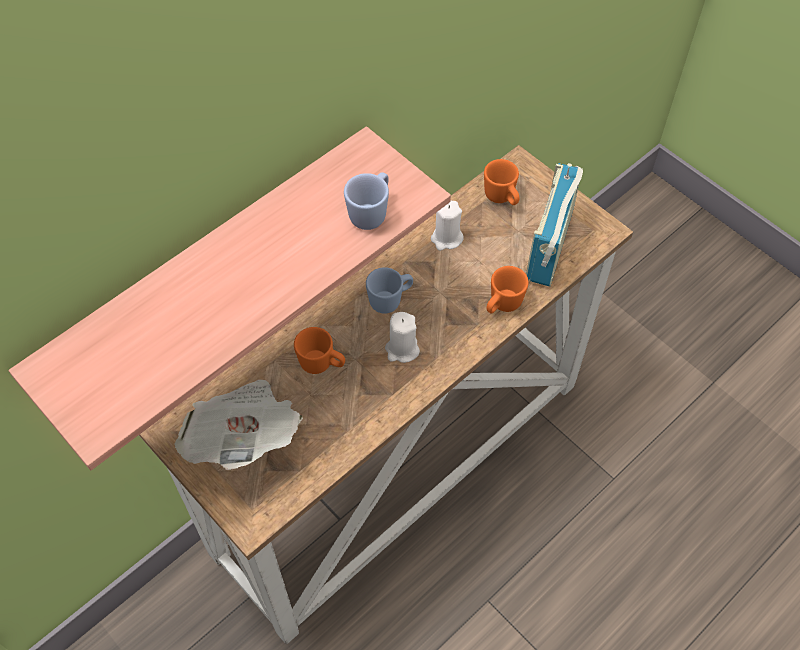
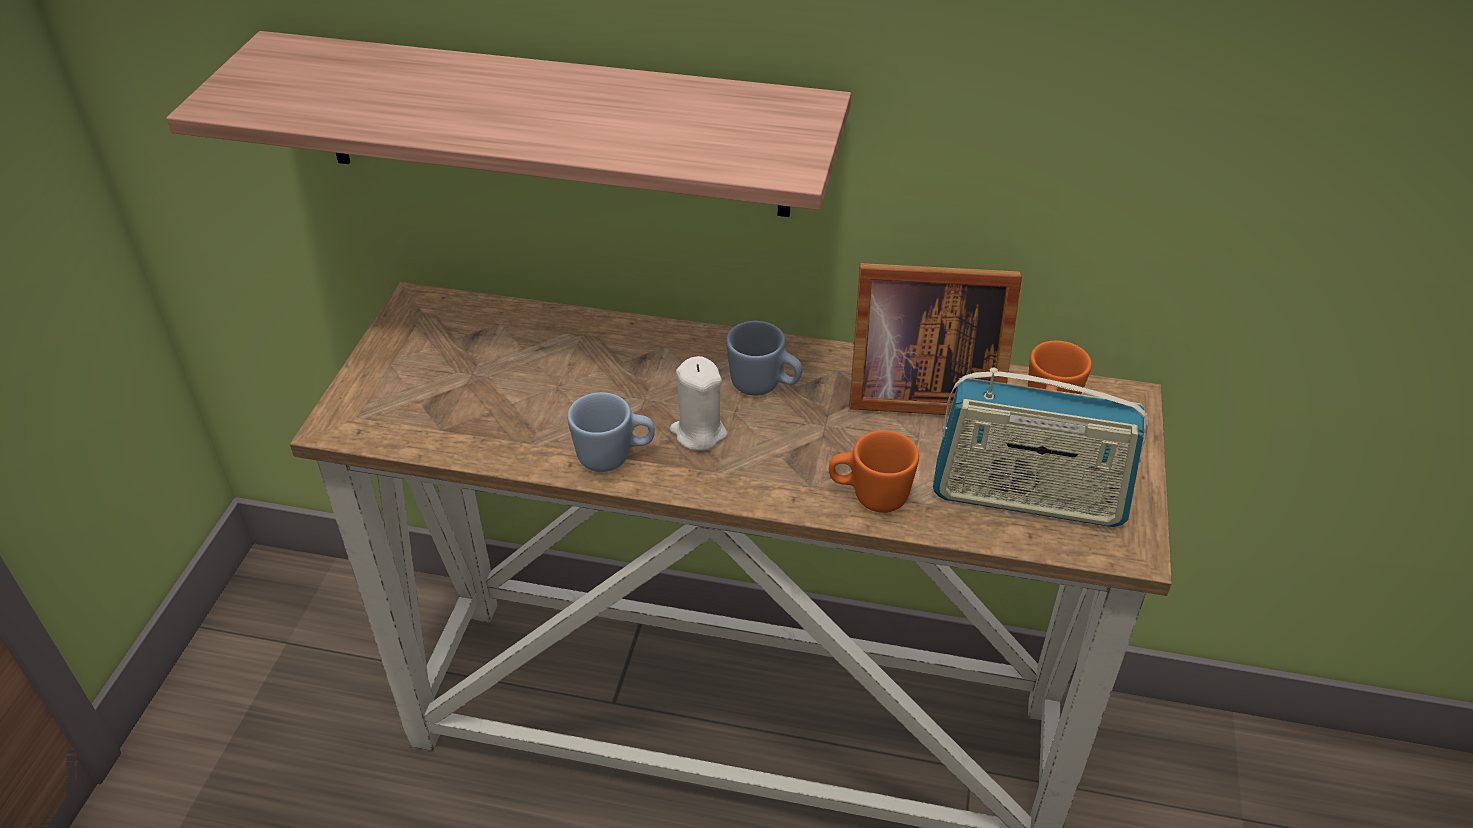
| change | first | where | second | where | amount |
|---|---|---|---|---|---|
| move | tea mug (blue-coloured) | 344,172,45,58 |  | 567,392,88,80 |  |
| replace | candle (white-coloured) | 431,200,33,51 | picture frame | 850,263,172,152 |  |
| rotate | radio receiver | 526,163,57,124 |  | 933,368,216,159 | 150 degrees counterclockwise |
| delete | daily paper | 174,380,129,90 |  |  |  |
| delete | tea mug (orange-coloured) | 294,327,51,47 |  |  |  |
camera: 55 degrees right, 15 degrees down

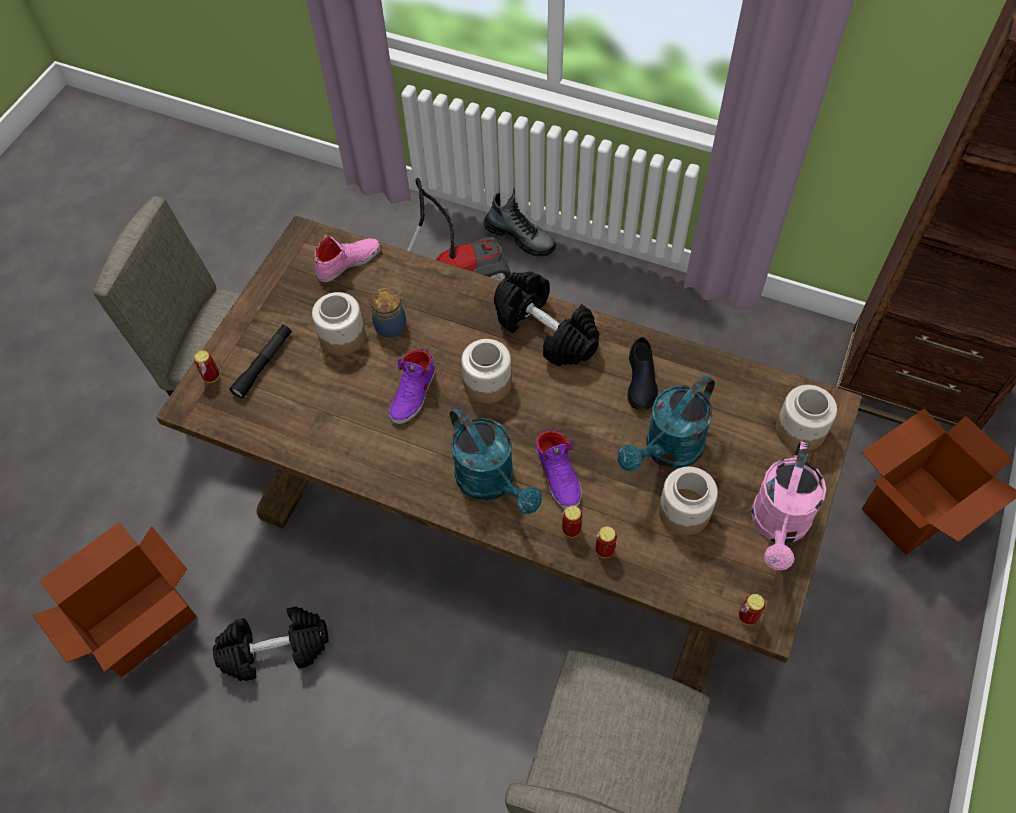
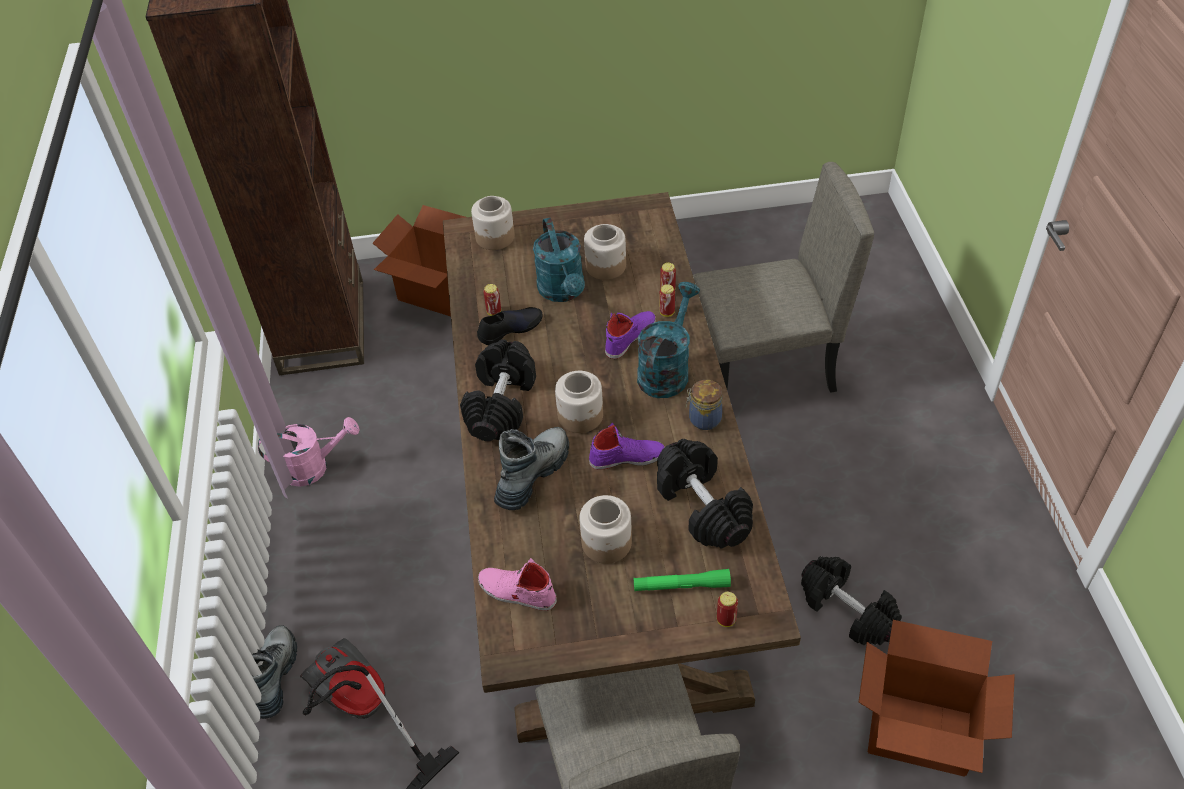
| change | first | where | second | where | amount |
|---|---|---|---|---|---|
| move | watering pot (pinkish) | 751,441,75,129 |  | 258,417,102,70 |  |
| move | metal can | 738,594,27,31 |  | 483,284,18,32 |  |
| insert |  |  | high-top boot | 494,427,75,83 |  |
| rotate | watering pot (blue-green) | 617,375,98,97 |  | 533,218,52,84 | 60 degrees clockwise |
| recolor | hand torch (black-coloured) | 230,325,62,74 | hand torch (green) | 634,569,97,22 |  |
| insert |  |  | hand weight (black-coloured) | 657,439,96,110 |  |
| move | preserve jar | 370,288,36,50 |  | 685,380,37,50 |  |
camera: 120 degrees left, 10 degrees down

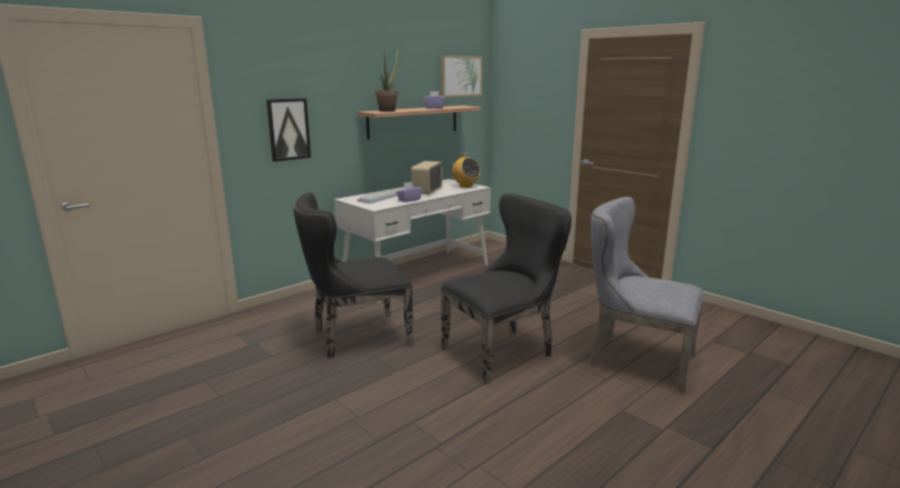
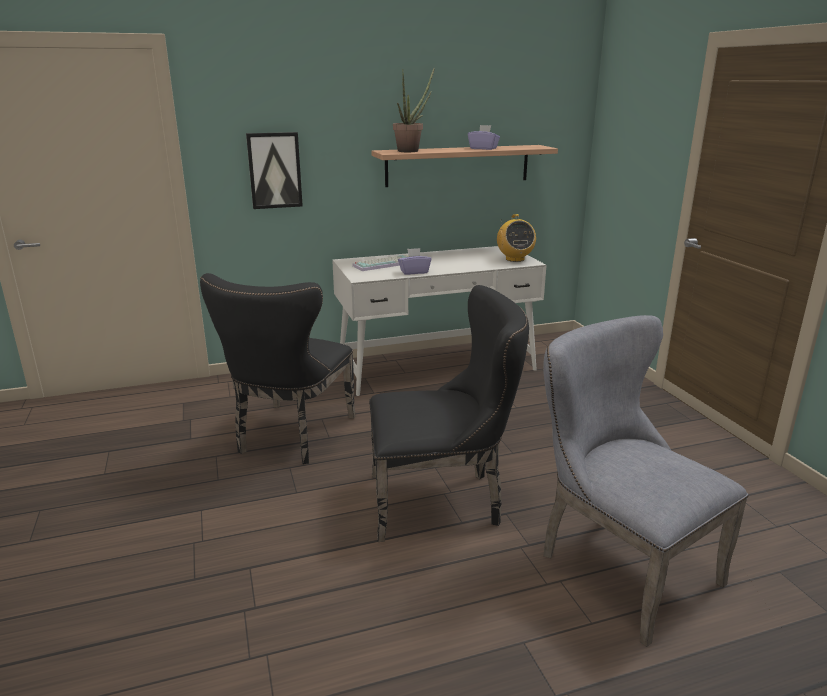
| change | first | where | second | where | amount |
|---|---|---|---|---|---|
| rotate | plain chair (black-coloured) | 293,192,121,166 |  | 200,273,155,191 | 75 degrees counterclockwise |
| delete | radio receiver | 411,161,31,35 |  |  |  |
| delete | wall picture | 441,55,42,43 |  |  |  |
camera: 25 degrees right, 5 degrees up

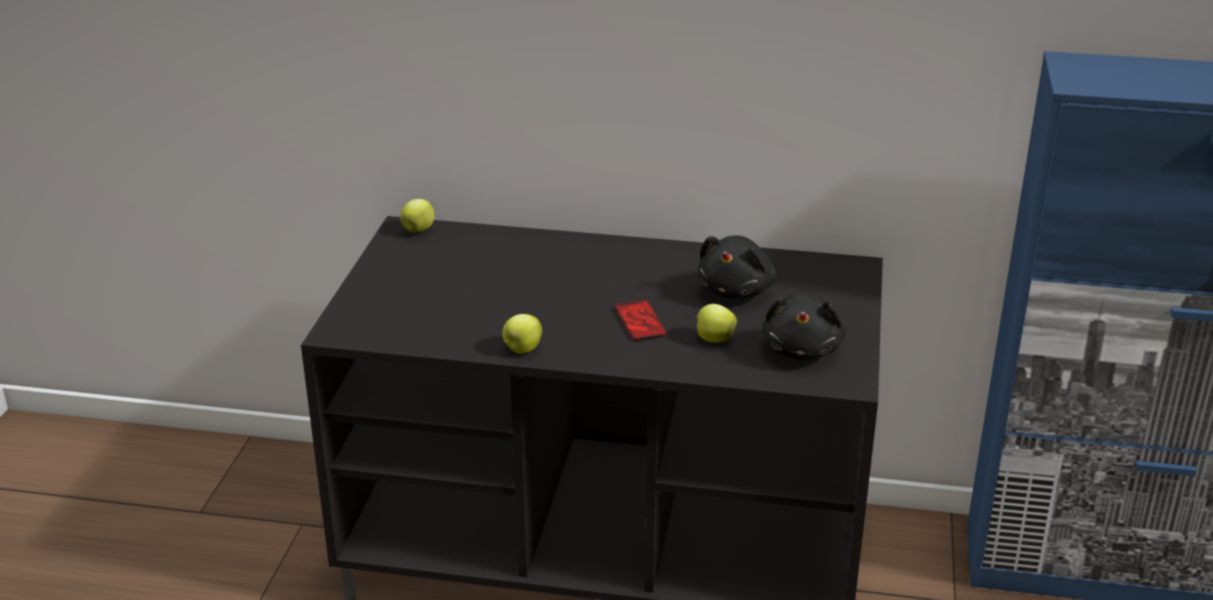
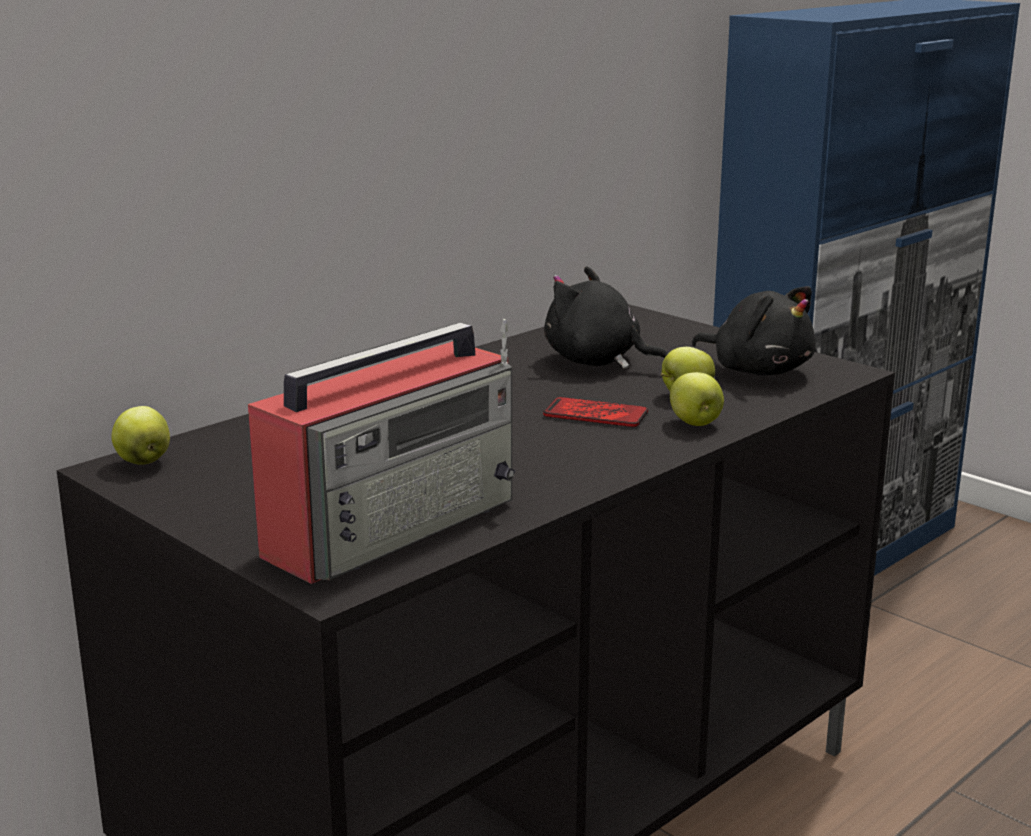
| change | first | where | second | where | amount |
|---|---|---|---|---|---|
| insert |  |  | radio receiver | 248,319,268,265 |  |
| rotate | plush toy (black-coloured) | 698,235,78,64 |  | 544,266,125,103 | 150 degrees clockwise |
| move | apple | 503,314,39,39 |  | 670,372,54,54 |  |
camera: 55 degrees left, 10 degrees down

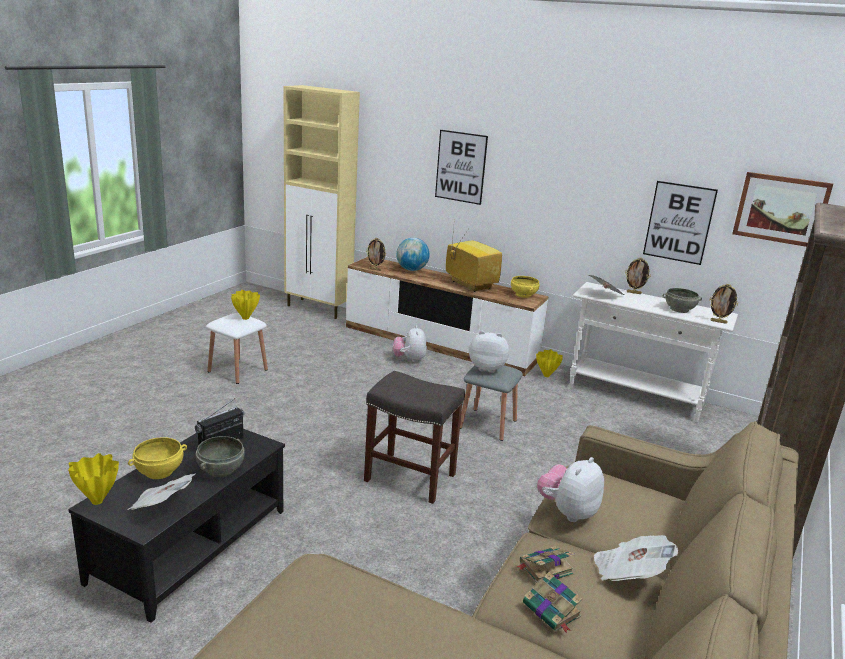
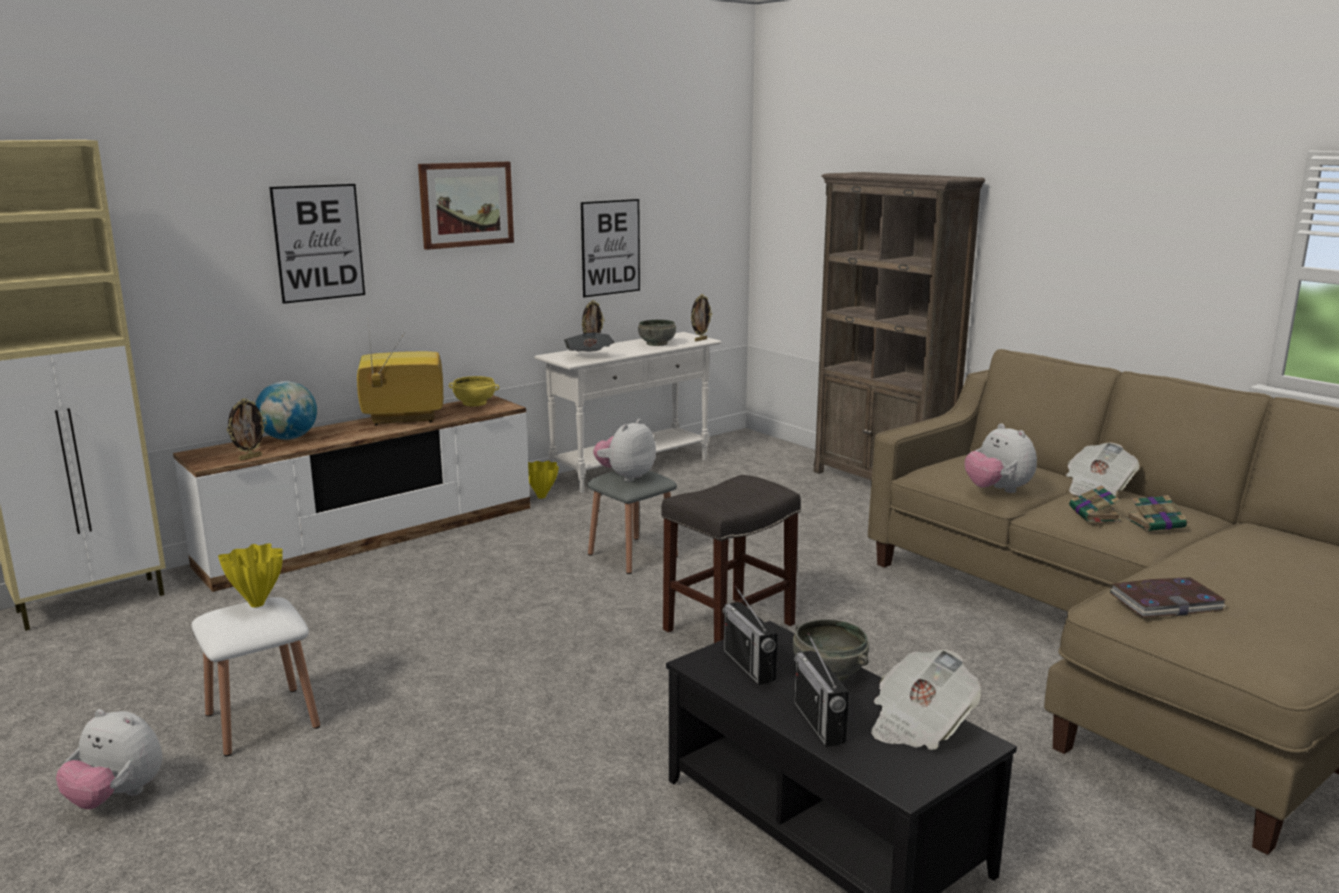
| change | first | where | second | where | amount |
|---|---|---|---|---|---|
| move | plush toy | 393,325,34,38 |  | 56,709,106,100 |  |
| move | wall picture | 732,172,101,75 |  | 418,162,96,88 |  |
| replace | deep dish (yellowish) | 128,437,59,42 | radio receiver | 794,633,55,114 |  |
| insert |  |  | volume | 1110,577,116,40 |  |
| delete | decorative vase (yellowish) | 68,453,51,52 |  |  |  |
camera: 65 degrees left, 5 degrees down

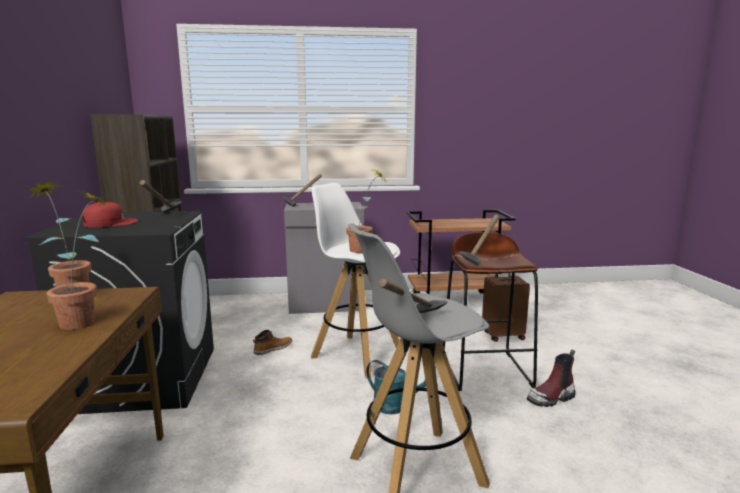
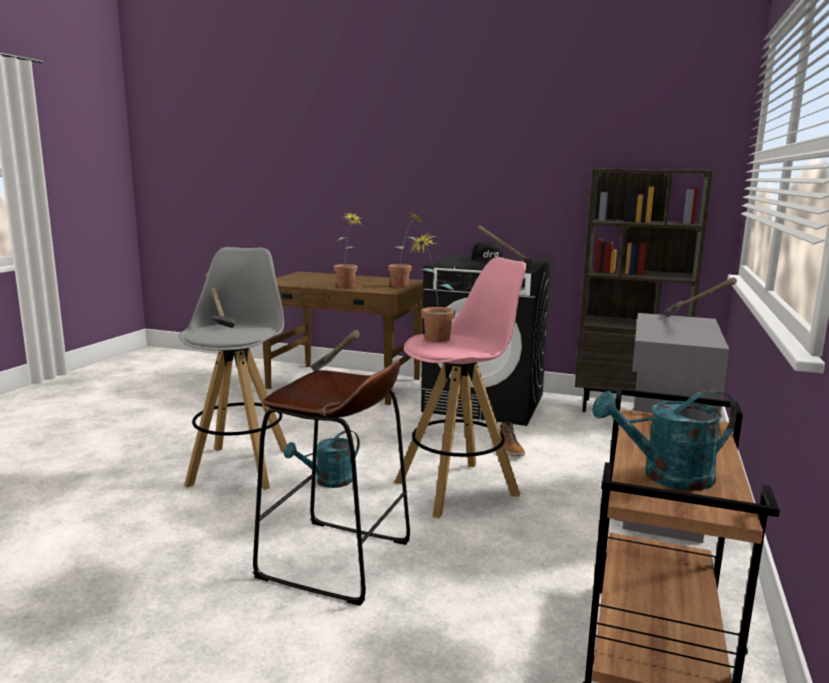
| change | first | where | second | where | amount |
|---|---|---|---|---|---|
| recolor | stool (white-coloured) | 311,183,89,196 | stool (pinkish) | 394,257,132,261 |  |
| recolor | cap (red) | 82,202,56,26 | cap (black-coloured) | 472,241,30,21 |  |
| insert |  |  | watering pot (blue-green) | 592,390,145,101 |  |
| delete | suitcase (brownish) | 482,273,48,69 |  |  |  |
| delete | high-top boot | 527,349,48,58 |  |  |  |
camera: 115 degrees right, 0 degrees up

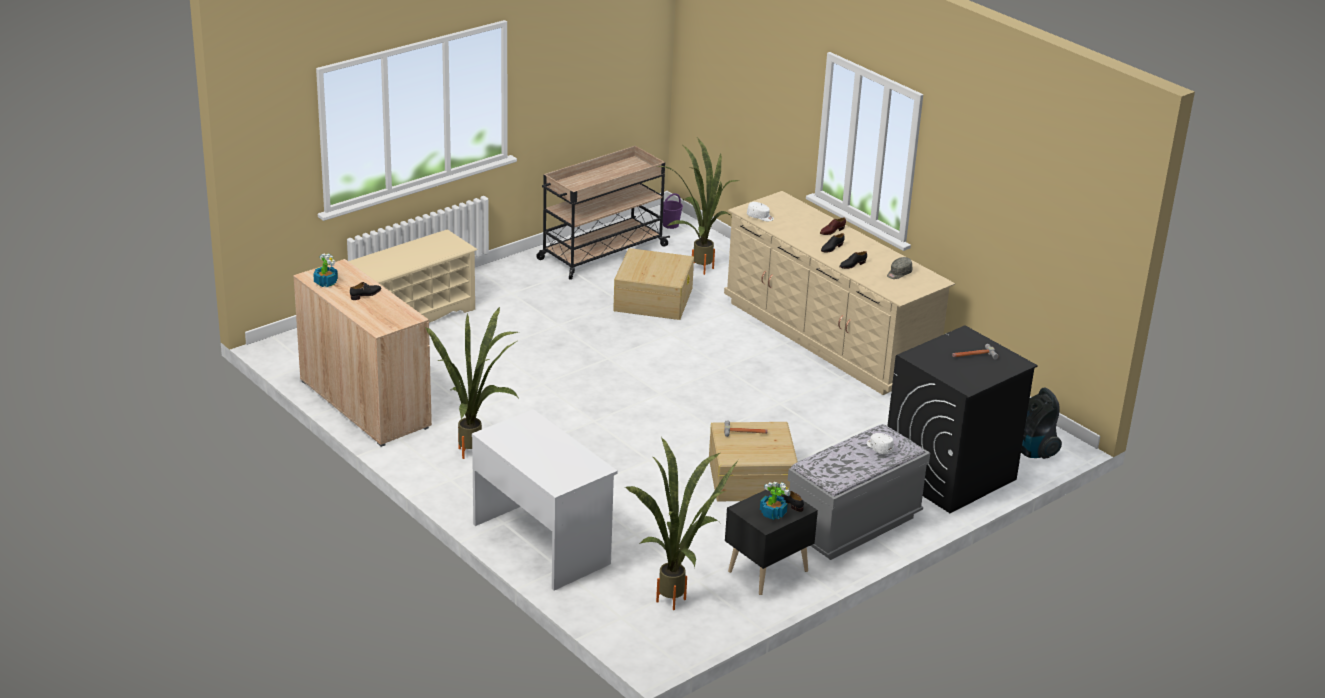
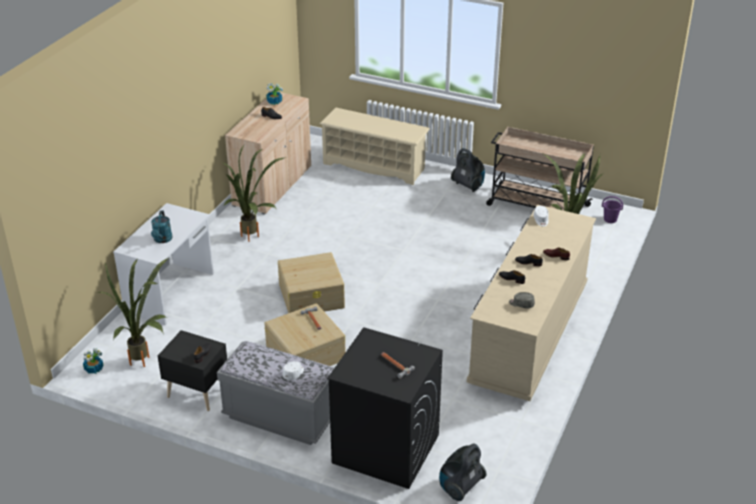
| change | first | where | second | where | amount |
|---|---|---|---|---|---|
| move | plant in a pot | 760,482,30,38 |  | 83,348,20,26 |  |
| insert |  |  | watering pot (blue-green) | 151,211,22,32 |  |
| move | storage box (beige-coloured) | 613,248,81,72 |  | 278,252,67,61 |  |
| insert |  |  | hoover | 451,148,34,44 |  |
camera: 65 degrees right, 5 degrees up

